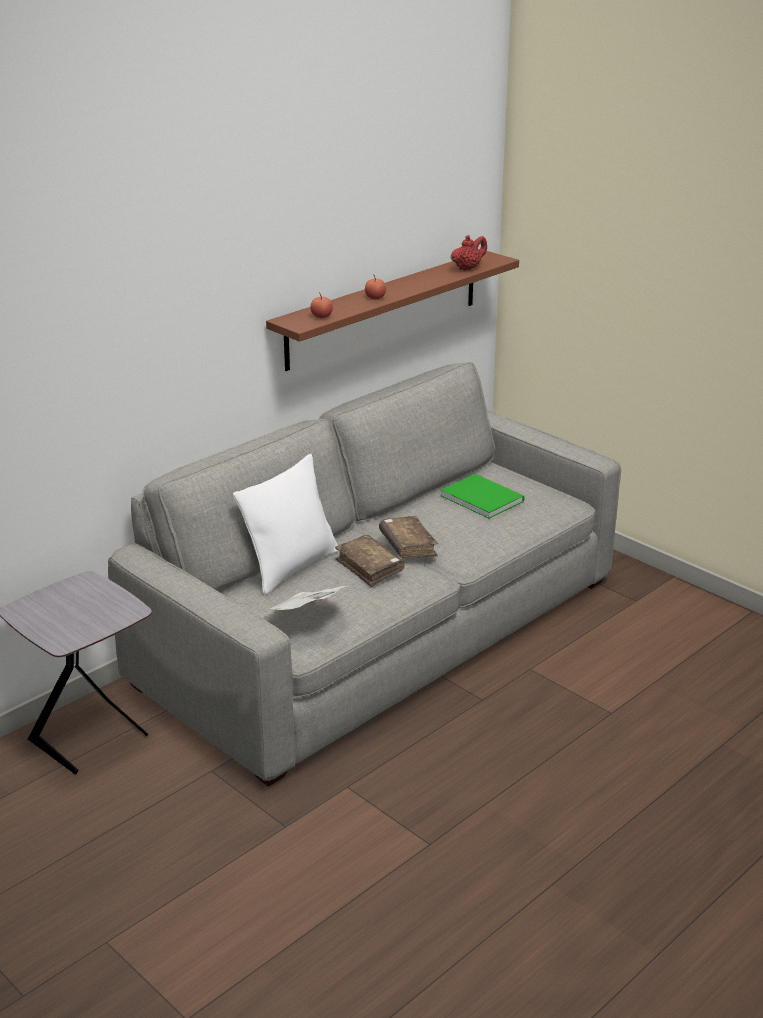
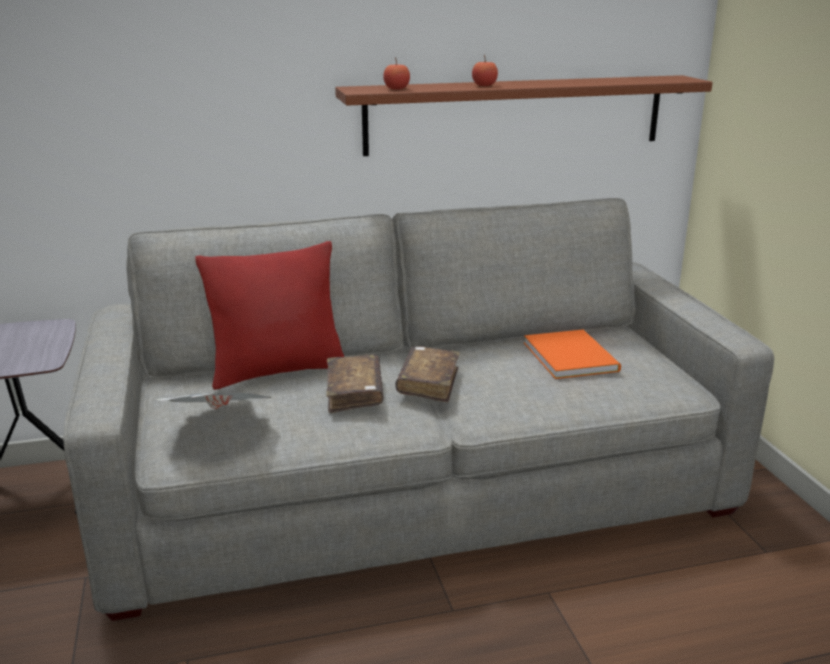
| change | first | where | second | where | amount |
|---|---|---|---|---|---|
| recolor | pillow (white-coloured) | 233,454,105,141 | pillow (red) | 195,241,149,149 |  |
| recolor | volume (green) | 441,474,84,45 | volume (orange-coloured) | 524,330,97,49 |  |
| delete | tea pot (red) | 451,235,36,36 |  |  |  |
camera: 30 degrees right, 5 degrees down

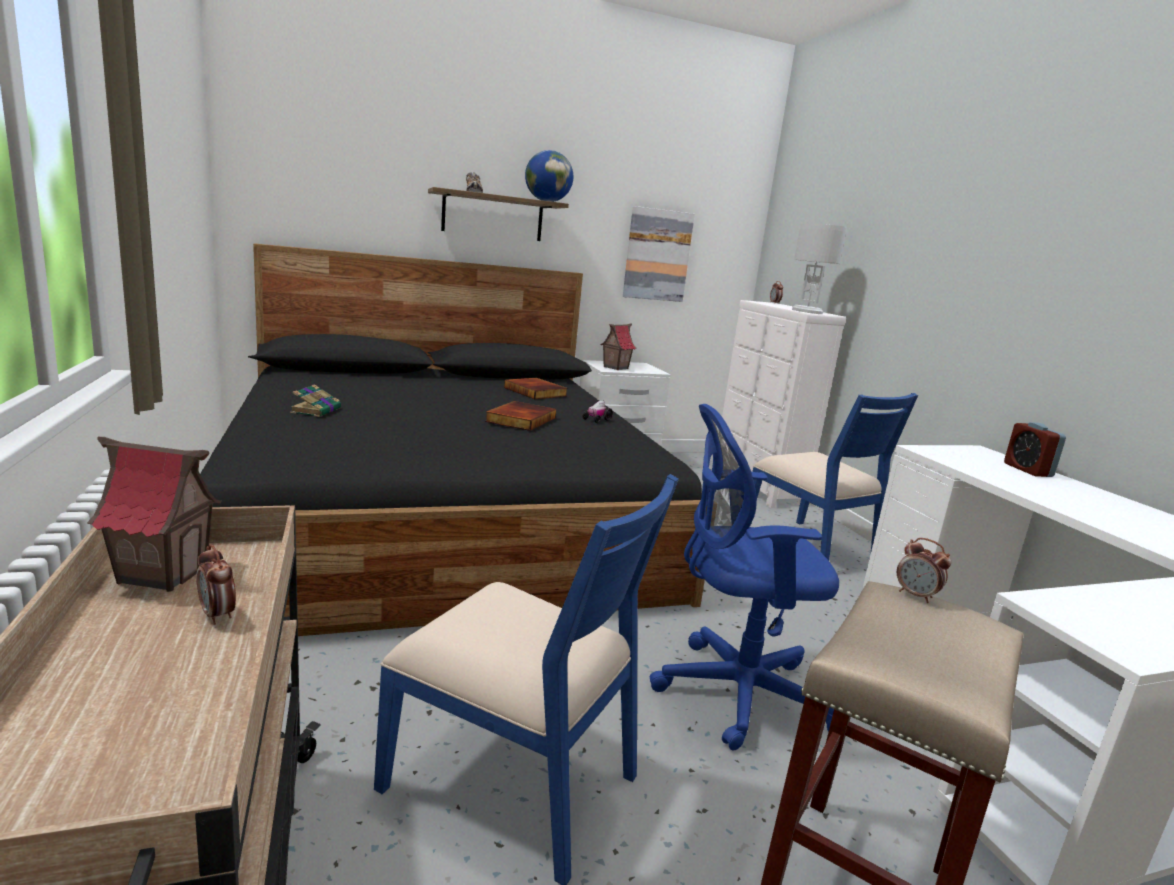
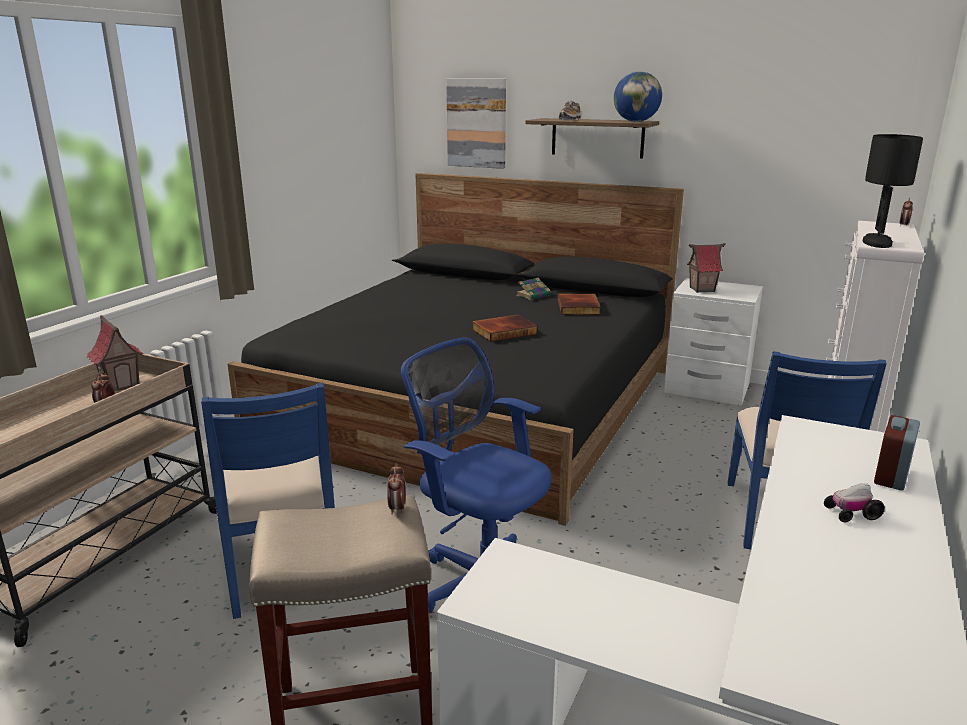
| change | first | where | second | where | amount |
|---|---|---|---|---|---|
| move | wall picture | 623,206,72,96 |  | 446,79,60,90 |  |
| move | volume | 290,384,51,33 |  | 516,278,35,22 |  |
| move | toy car | 583,400,30,23 |  | 824,483,61,39 |  |
| recolor | table lamp (white-coloured) | 792,224,55,90 | table lamp (black-coloured) | 863,134,60,114 |  |
camera: 45 degrees right, 5 degrees up

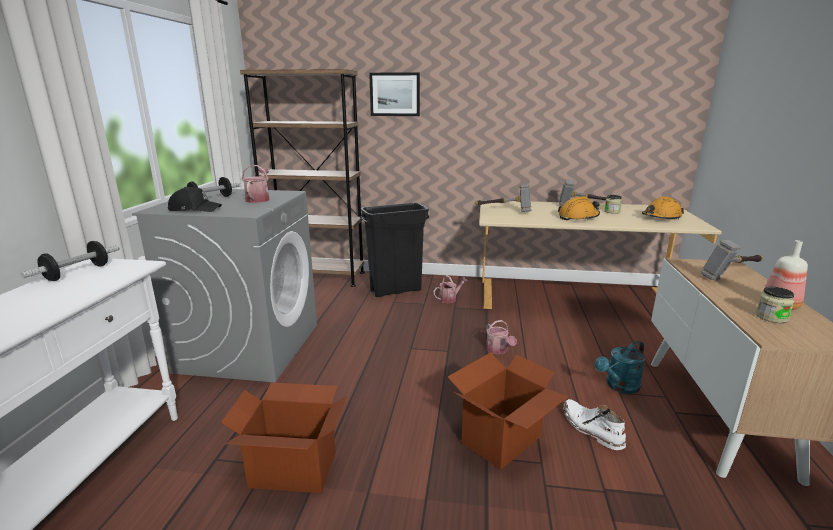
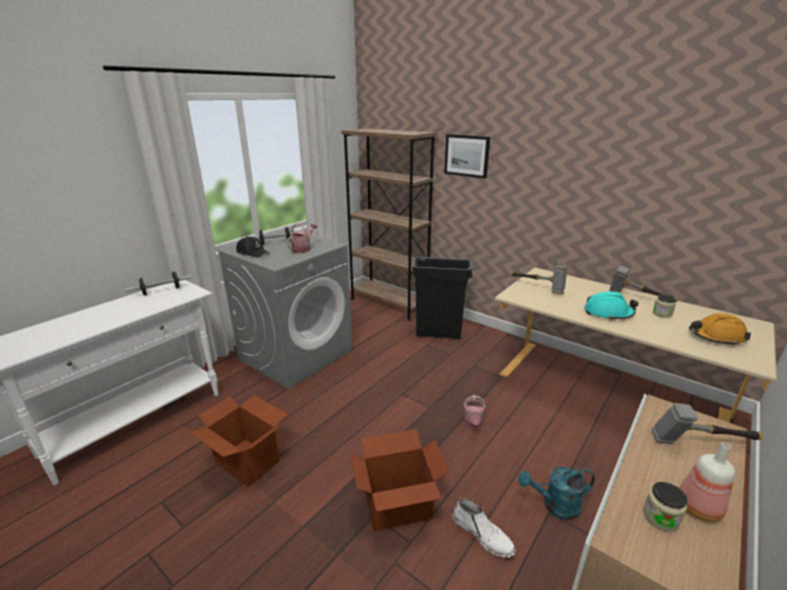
| change | first | where | second | where | amount |
|---|---|---|---|---|---|
| rotate | high-top boot (white-coloured) | 563,399,63,51 |  | 453,496,63,62 | 135 degrees clockwise |
| recolor | hard hat (orange-coloured) | 558,196,42,24 | hard hat (blue-green) | 584,292,55,28 |  |
| delete | watering pot | 433,275,35,28 |  |  |  |
camera: 30 degrees right, 5 degrees up

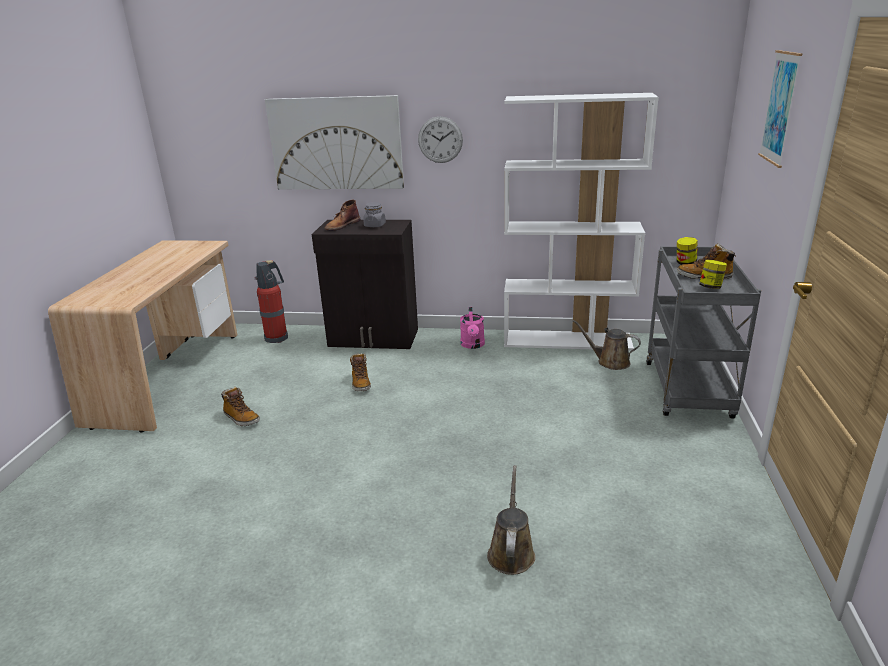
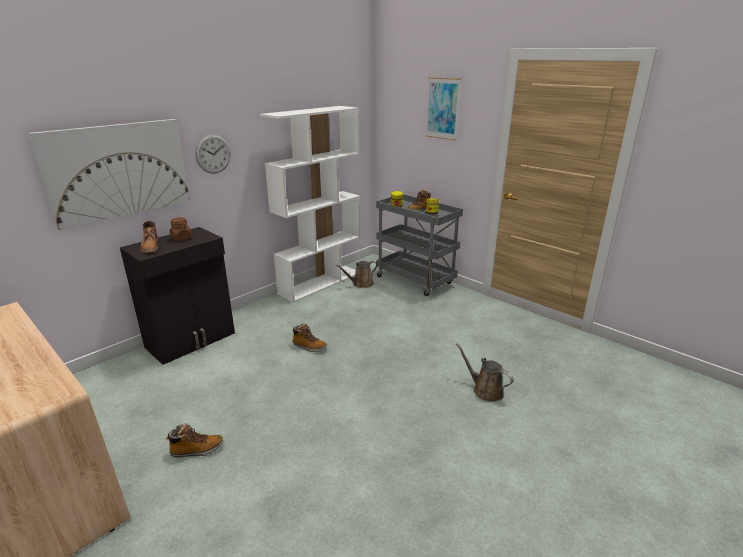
| change | first | where | second | where | amount |
|---|---|---|---|---|---|
| recolor | preserve jar (gray) | 363,202,23,25 | preserve jar (brownish) | 170,217,22,24 |  |
| move | high-top boot | 350,353,21,38 |  | 292,323,35,29 |  |
| delete | extinguisher | 255,260,33,83 |  |  |  |
| delete | watering pot (pinkish) | 460,307,25,42 |  |  |  |
camera: 55 degrees left, 0 degrees up

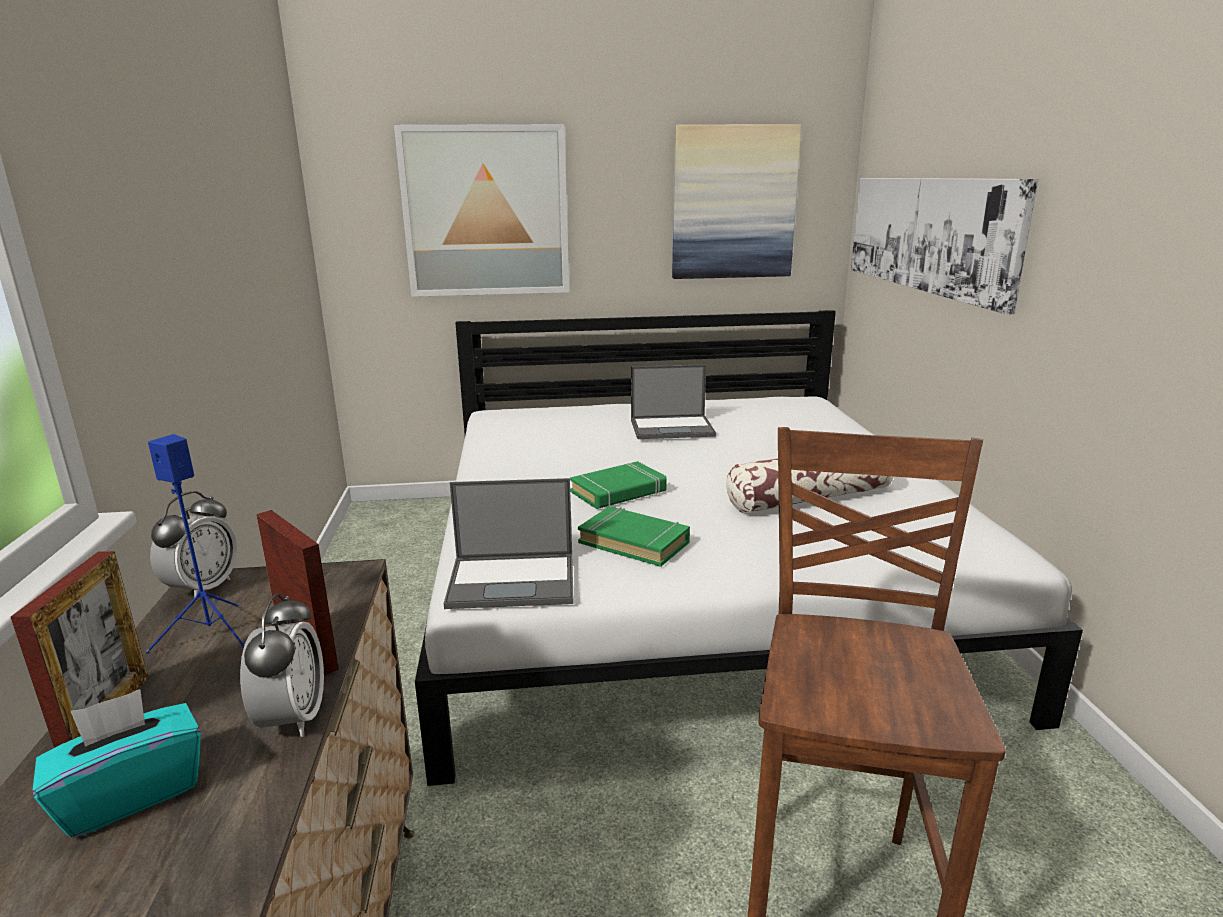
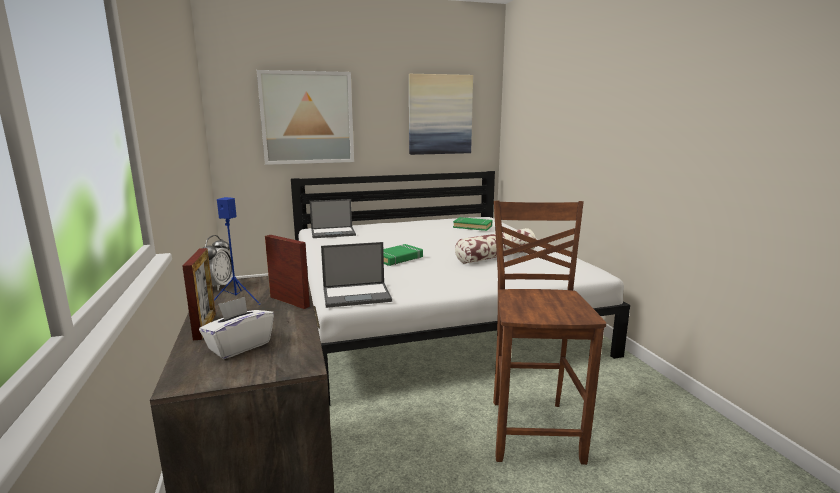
| change | first | where | second | where | amount |
|---|---|---|---|---|---|
| recolor | box of tissues (blue-green) | 33,689,168,149 | box of tissues (white-coloured) | 199,297,75,62 |  |
| move | laptop | 631,364,85,75 |  | 310,199,46,39 |  |
| move | volume (green) | 578,506,112,61 |  | 453,217,39,14 |  |
| delete | alarm clock | 240,593,84,144 |  |  |  |
| delete | wall picture | 851,178,187,137 |  |  |  |
camera: 10 degrees left, 5 degrees down

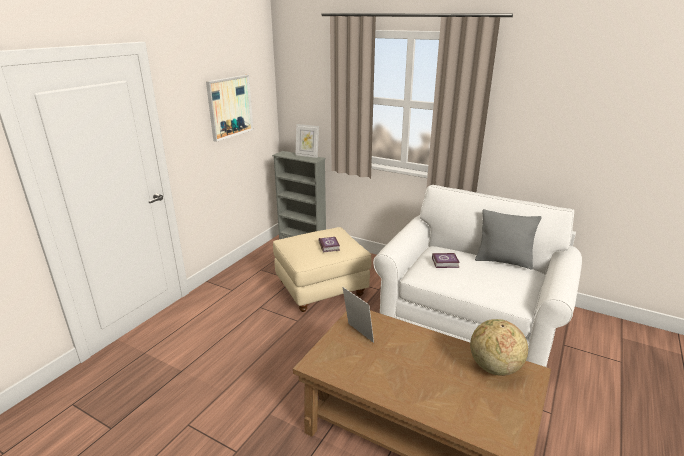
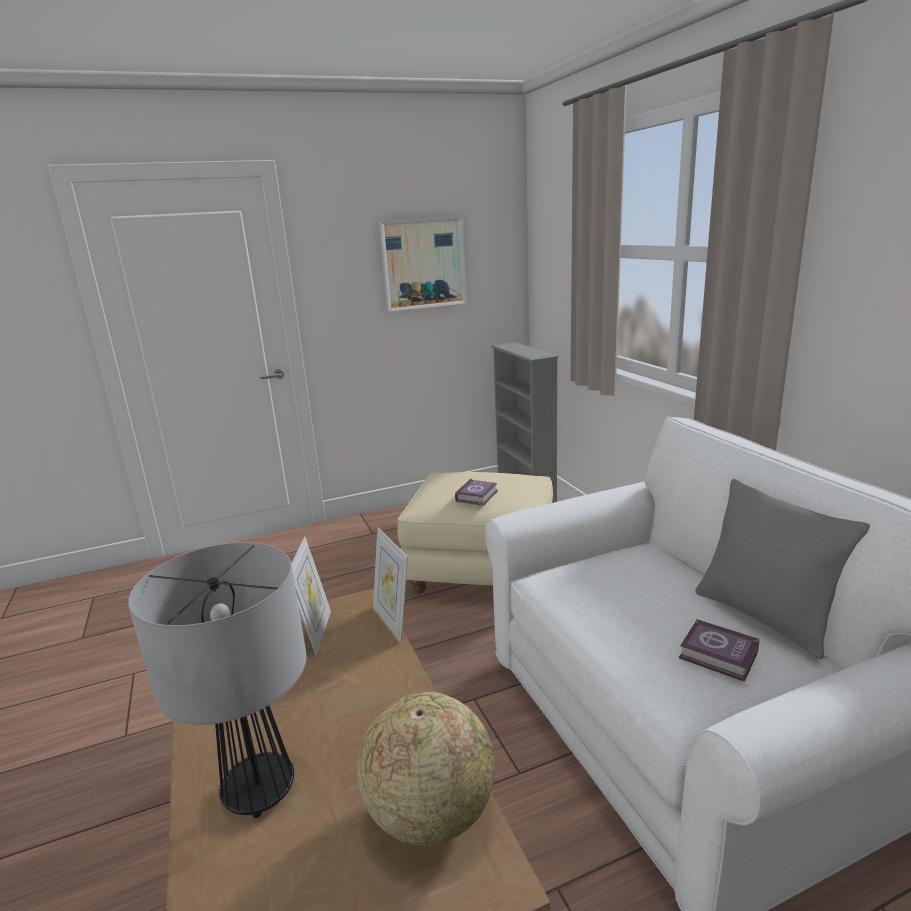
| change | first | where | second | where | amount |
|---|---|---|---|---|---|
| insert |  |  | table lamp | 128,542,179,276 |  |
| move | picture frame | 295,124,24,34 |  | 373,527,35,116 |  |
| move | volume | 432,253,28,15 |  | 679,619,81,63 |  |
camera: 40 degrees right, 5 degrees down

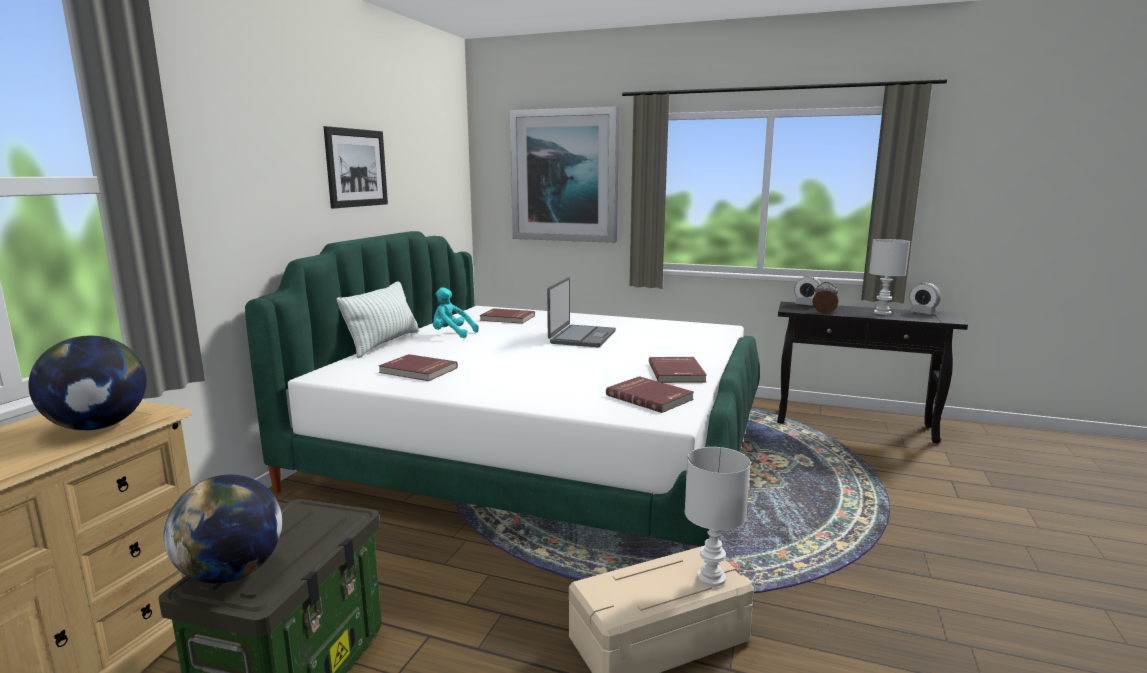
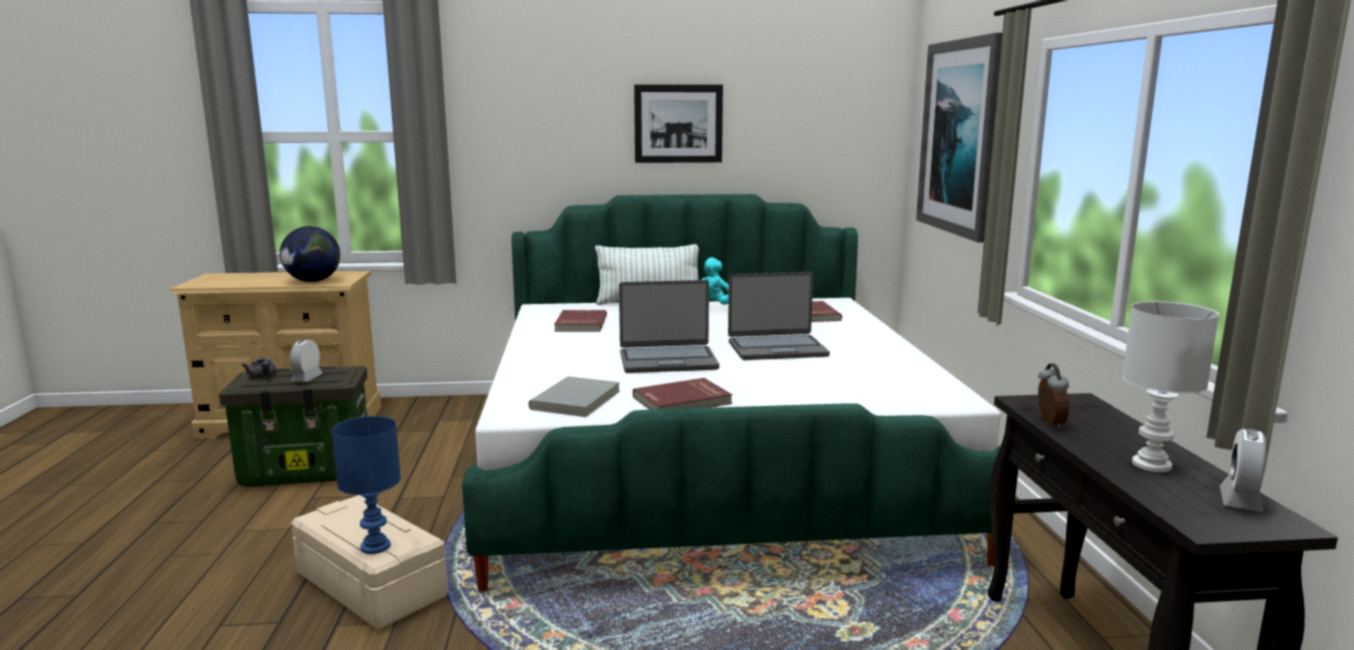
| change | first | where | second | where | amount |
|---|---|---|---|---|---|
| replace | world globe | 164,475,118,108 | tea pot (gray) | 242,358,35,19 |  |
| move | alarm clock | 794,276,28,30 |  | 290,339,33,43 |  |
| recolor | table lamp (white-coloured) | 685,447,66,140 | table lamp (blue-coloured) | 332,416,69,138 |  |
| recolor | volume (red) | 606,376,88,37 | volume (gray) | 528,376,92,41 |  |
| insert |  |  | laptop | 619,280,100,93 |  |
camera: 65 degrees right, 0 degrees up

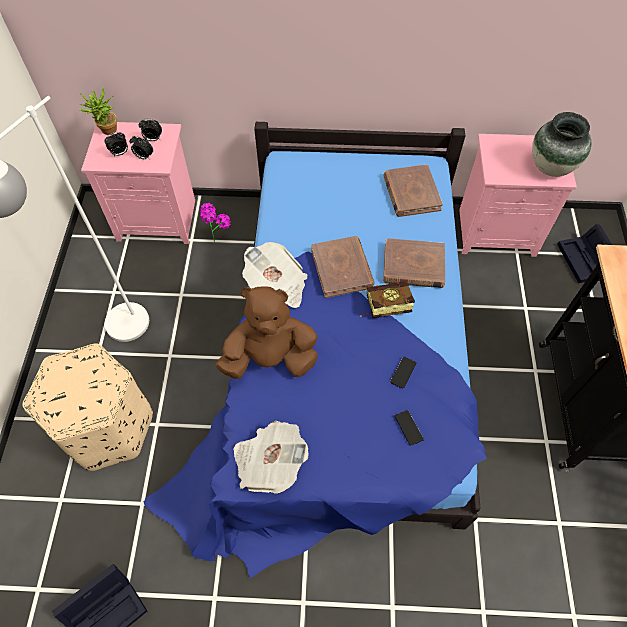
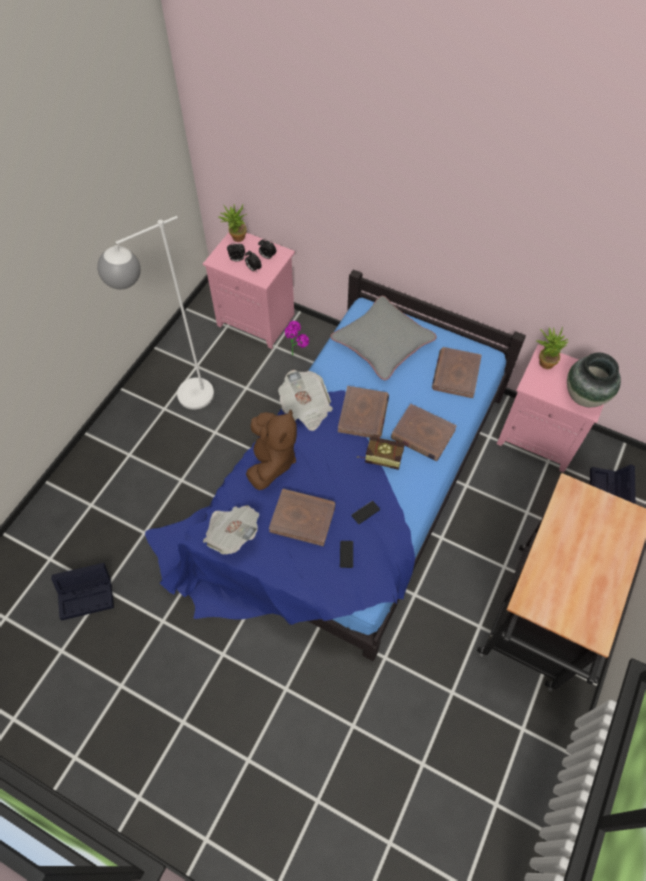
| change | first | where | second | where | amount |
|---|---|---|---|---|---|
| rotate | plush toy (brownish) | 216,286,102,93 |  | 246,409,51,81 | 75 degrees clockwise |
| insert |  |  | volume (brownish) | 269,489,66,57 |  |
| insert |  |  | pillow (gray) | 331,296,106,84 |  |
| insert |  |  | plant in a pot | 536,327,33,42 |  |
| delete | pouffe (beige-coloured) | 22,343,131,128 |  |  |  |
camera: 25 degrees right, 0 degrees up

